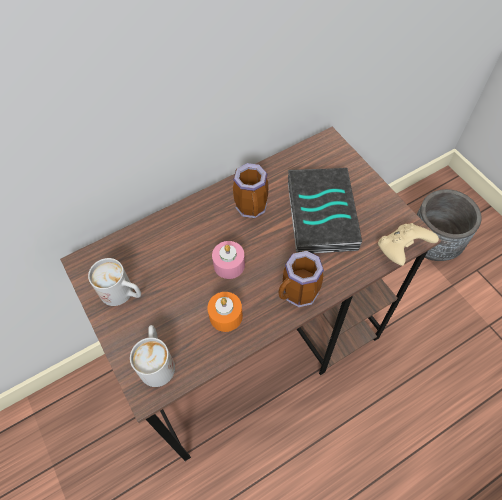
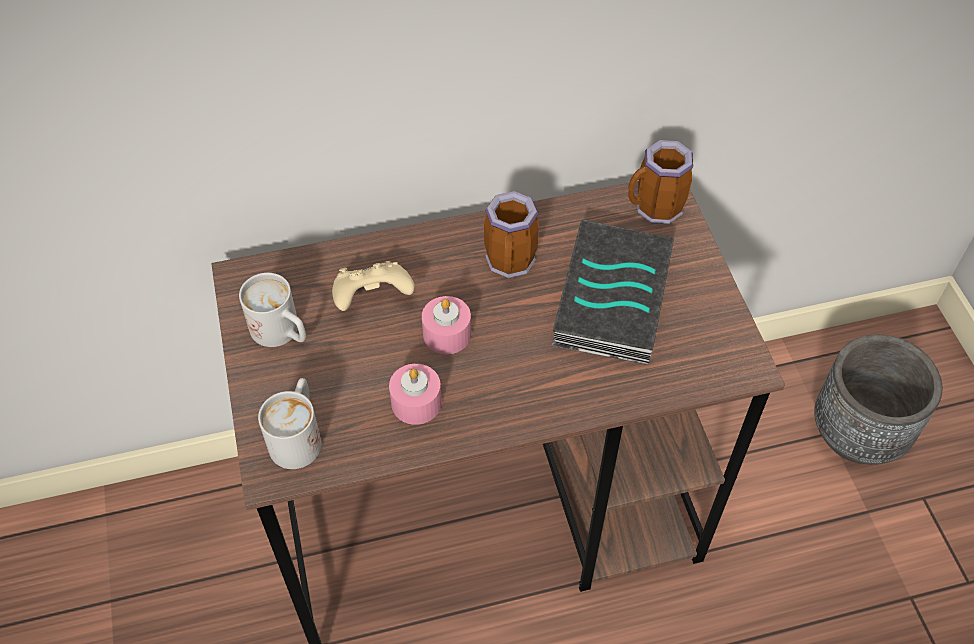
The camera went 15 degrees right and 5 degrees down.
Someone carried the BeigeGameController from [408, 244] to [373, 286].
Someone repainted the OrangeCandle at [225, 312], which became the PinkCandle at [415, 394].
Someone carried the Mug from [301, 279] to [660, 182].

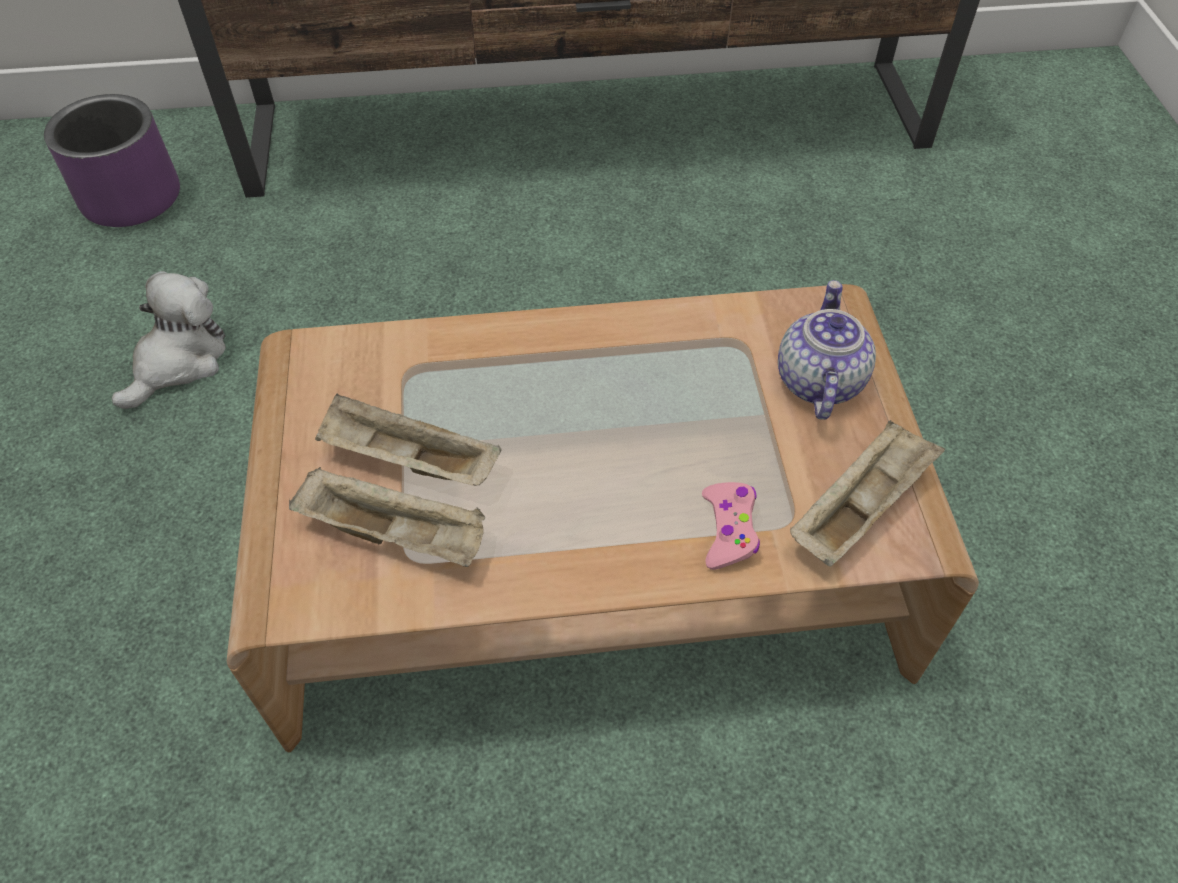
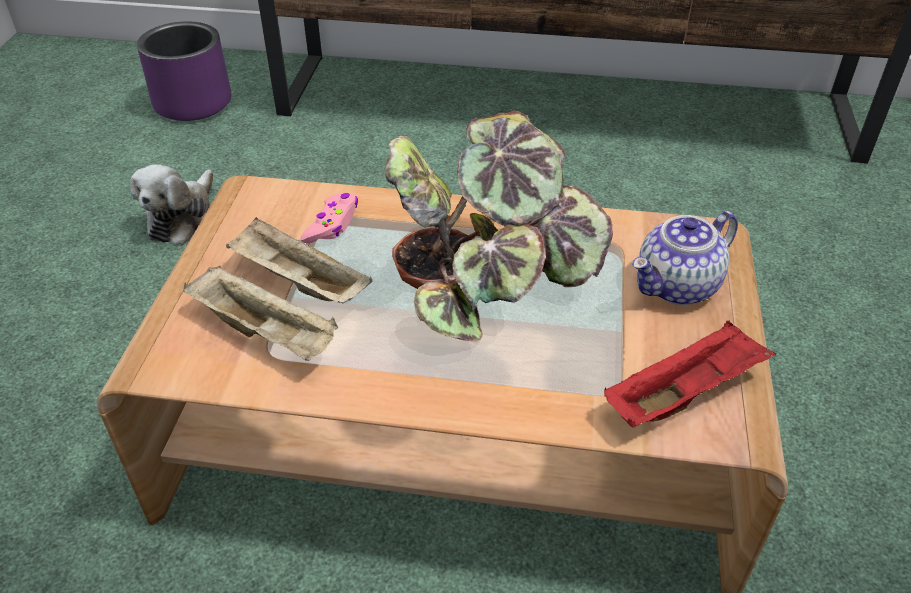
The camera went 15 degrees right and 10 degrees down.
Someone rotated the PlushToy at [169, 340] by 150 degrees clockwise.
Someone carried the PinkGameController from [731, 526] to [329, 218].
Someone put down the PottedPlant at [499, 226].
Someone repainted the BeigeTray at [867, 493], which became the RedTray at [690, 374].
Someone rotated the Teapot at [827, 350] by 150 degrees counterclockwise.

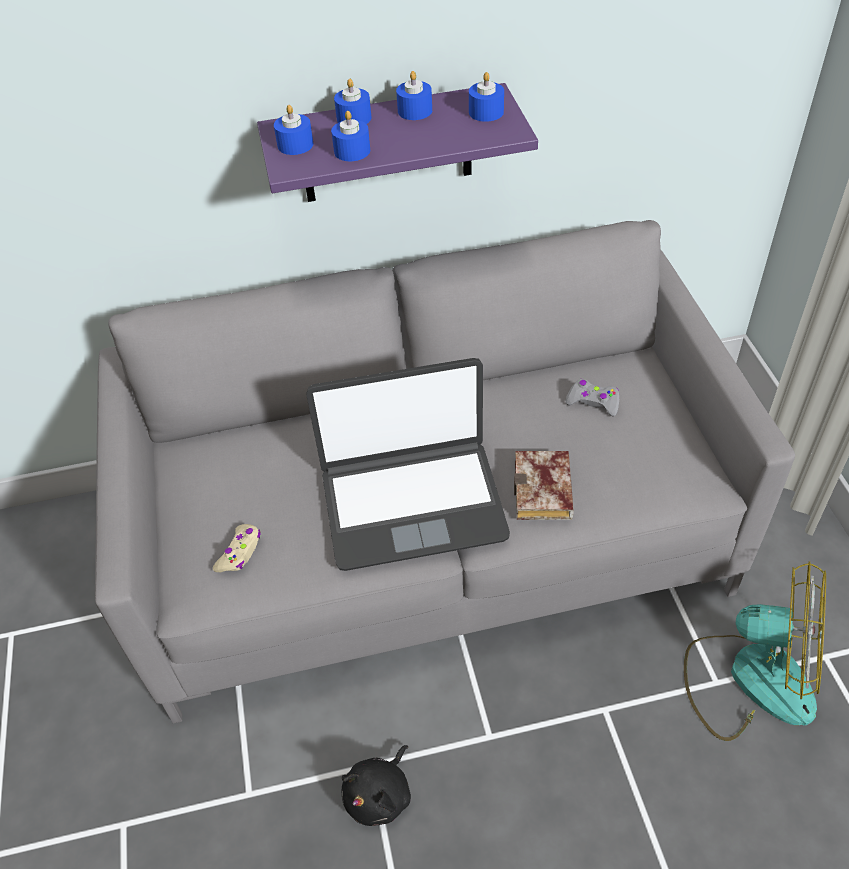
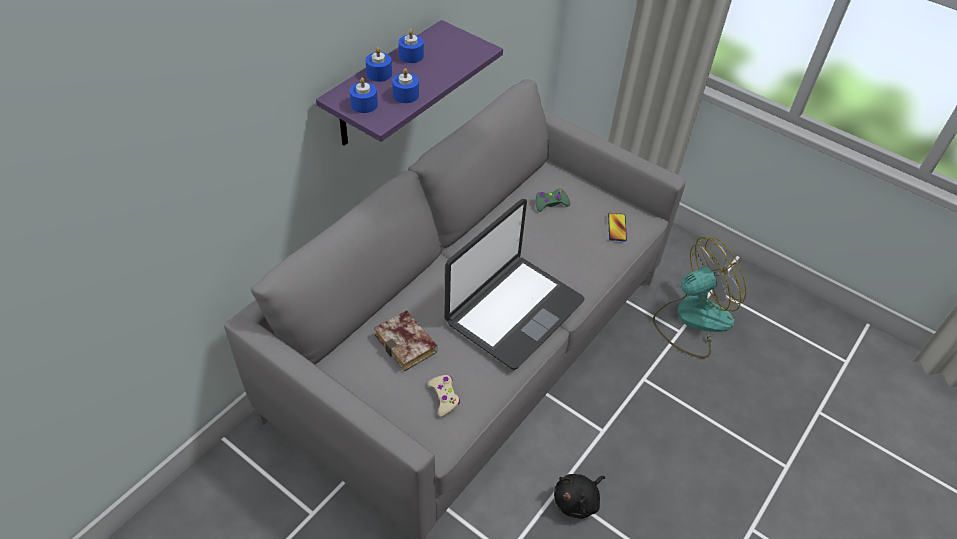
The camera went 45 degrees left and 0 degrees up.
Someone carried the Book from [544, 485] to [405, 340].
Someone repainted the GreyGameController at [592, 397], which became the GreenGameController at [553, 200].
Someone rotated the BlackPlushToy at [376, 785] by 60 degrees clockwise.
Someone put down the Phone at [617, 227].
Someone took away the BlueCandle at [486, 97].

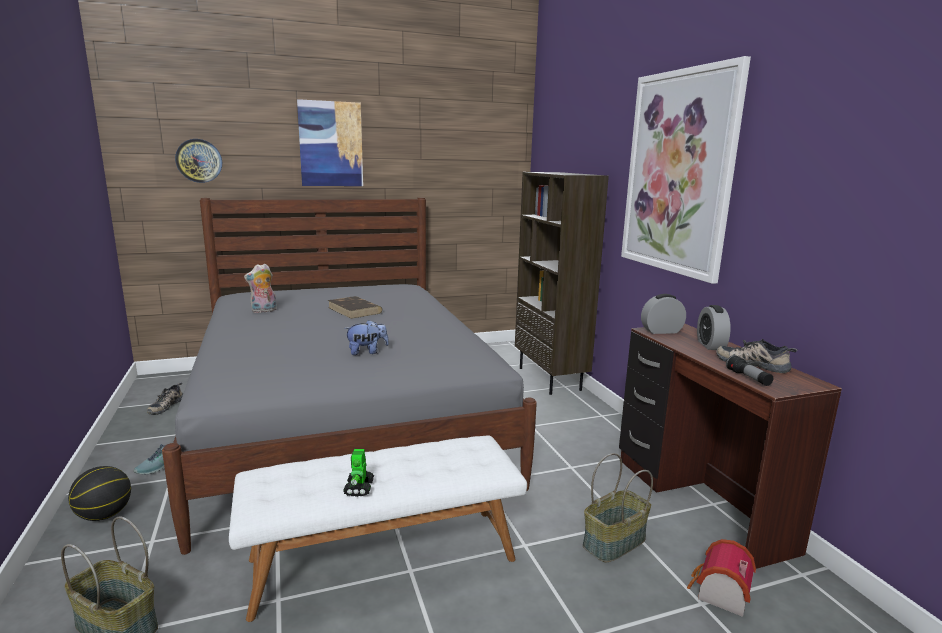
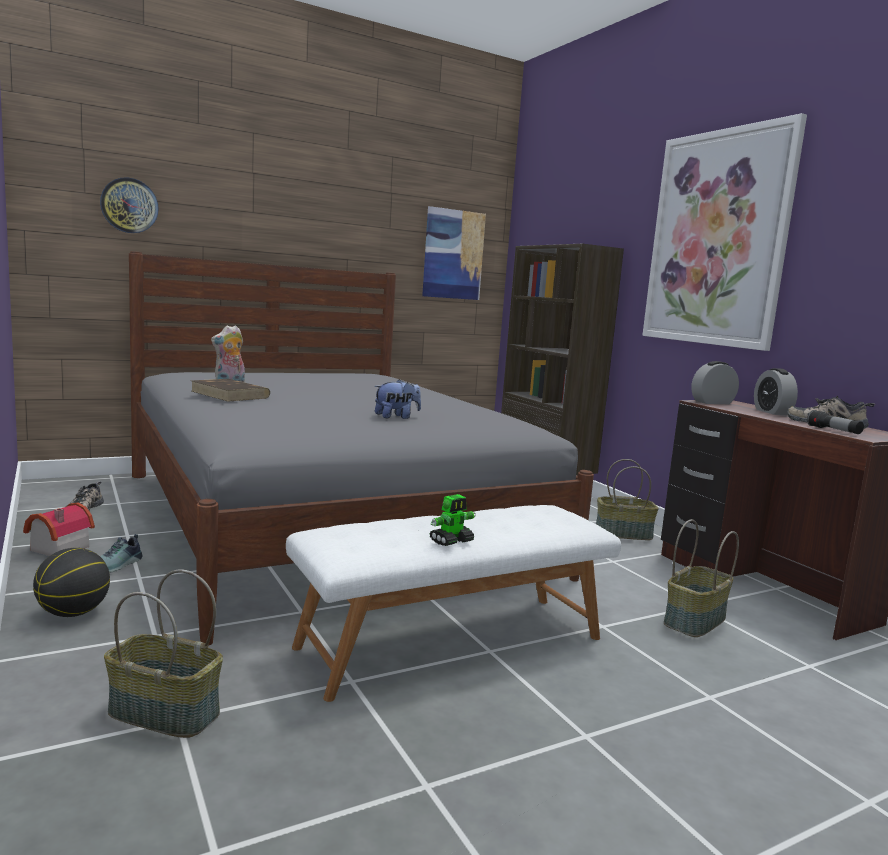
The camera went 10 degrees left and 5 degrees down.
Someone carried the ToyHouse from [721, 578] to [59, 529].
Someone carried the BrownBook from [355, 307] to [231, 390].
Someone carried the Picture from [330, 142] to [454, 253].
Someone rotated the ToyRobot at [358, 473] by 120 degrees counterclockwise.
Someone put down the Basket at [627, 499].

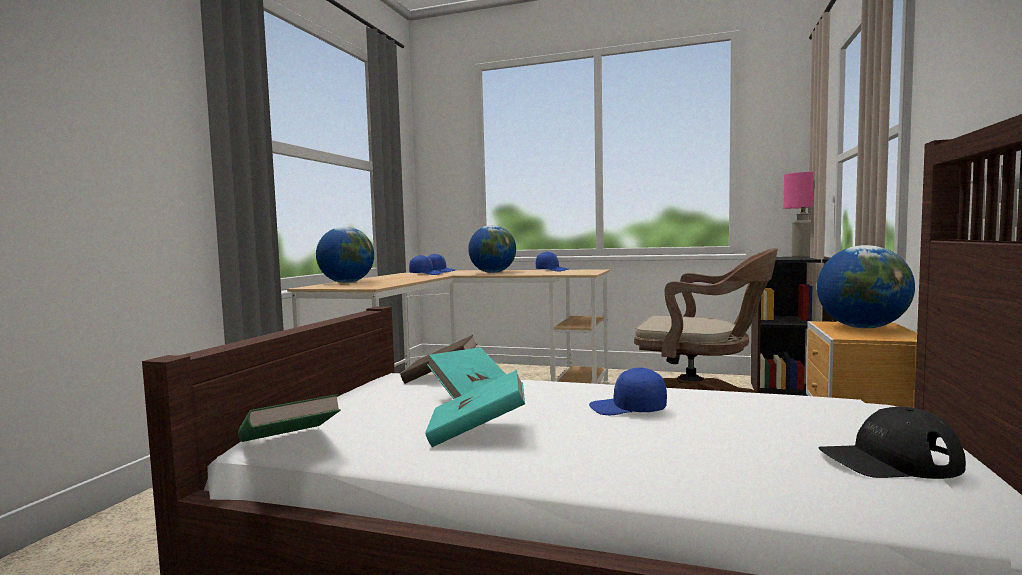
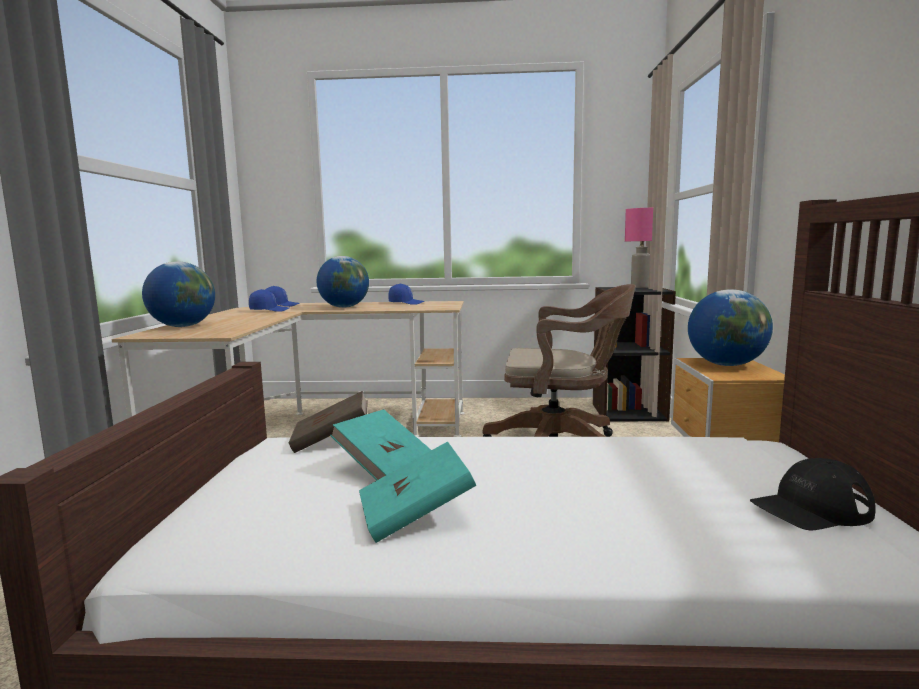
The camera went 15 degrees left and 5 degrees up.
Someone took away the GreenBook at [289, 418].
Someone took away the BlueCap at [628, 391].

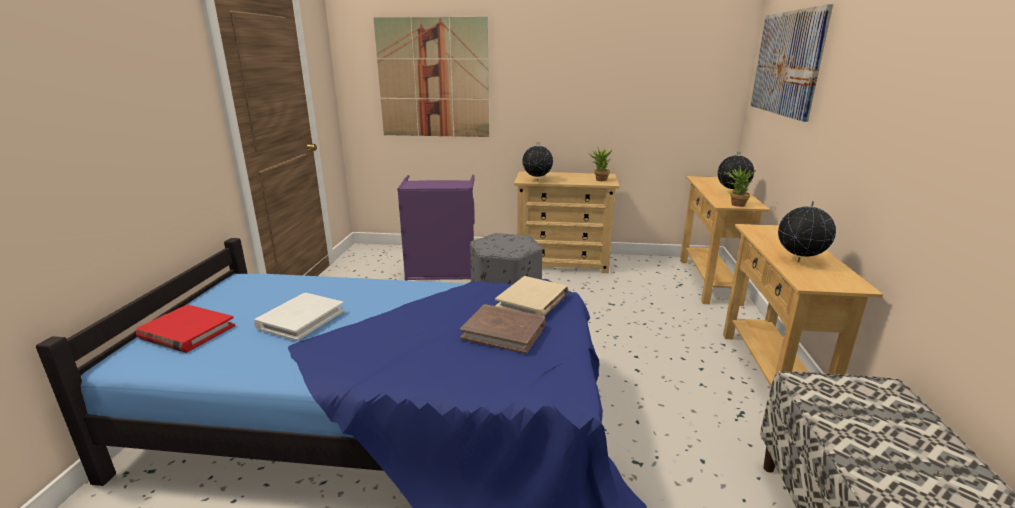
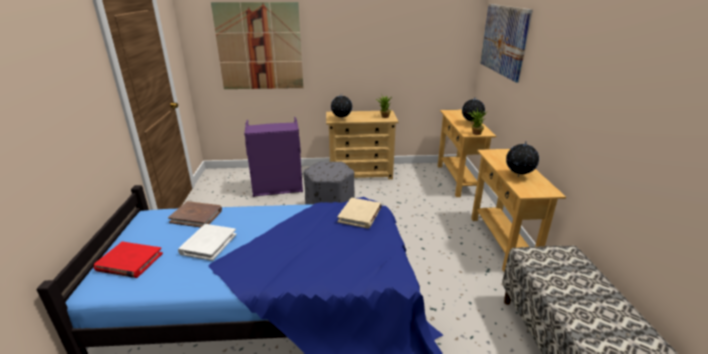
The camera went 10 degrees left and 5 degrees up.
Someone carried the BrownBook from [503, 329] to [195, 214].

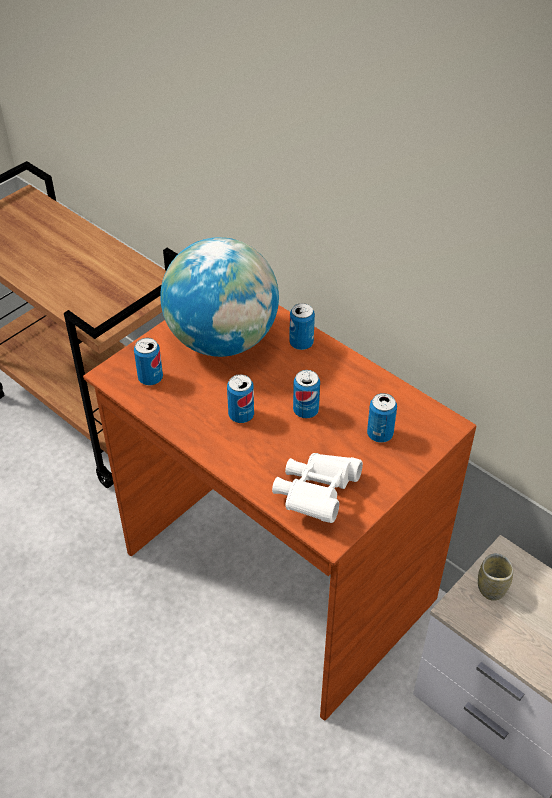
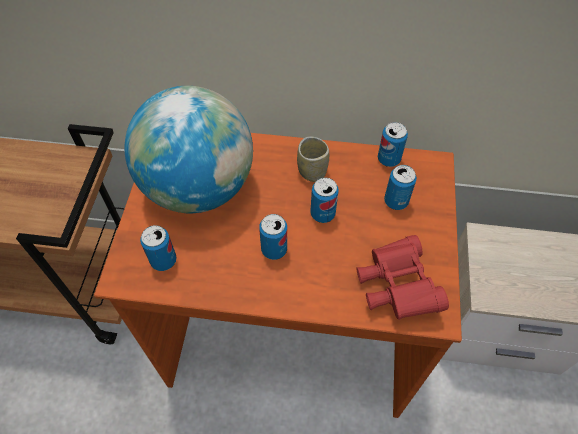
The camera went 35 degrees left and 10 degrees up.
Someone carried the Cup from [495, 577] to [313, 159].
Someone repainted the WhiteBinoculars at [317, 488], which became the RedBinoculars at [402, 277].
Someone carried the Can from [302, 326] to [393, 144].

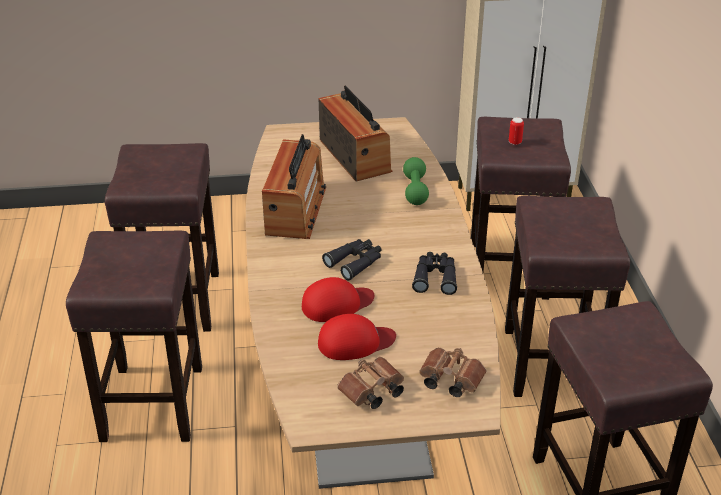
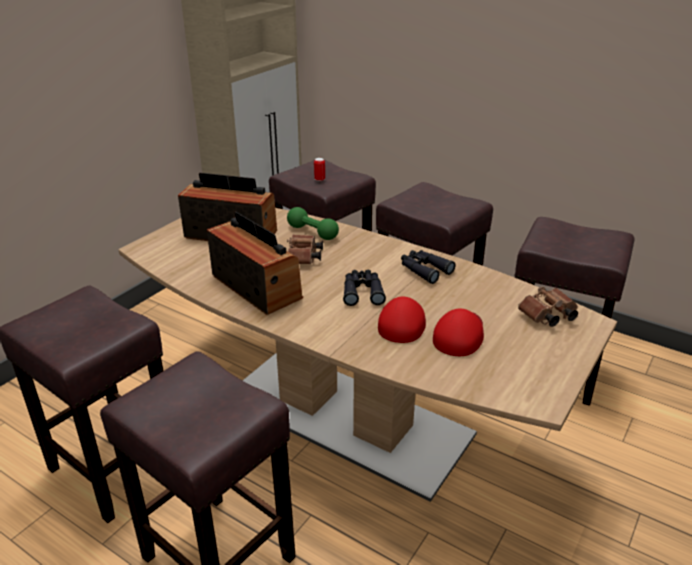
The camera went 50 degrees left and 5 degrees down.
Someone carried the BrownBinoculars from [370, 383] to [305, 249].

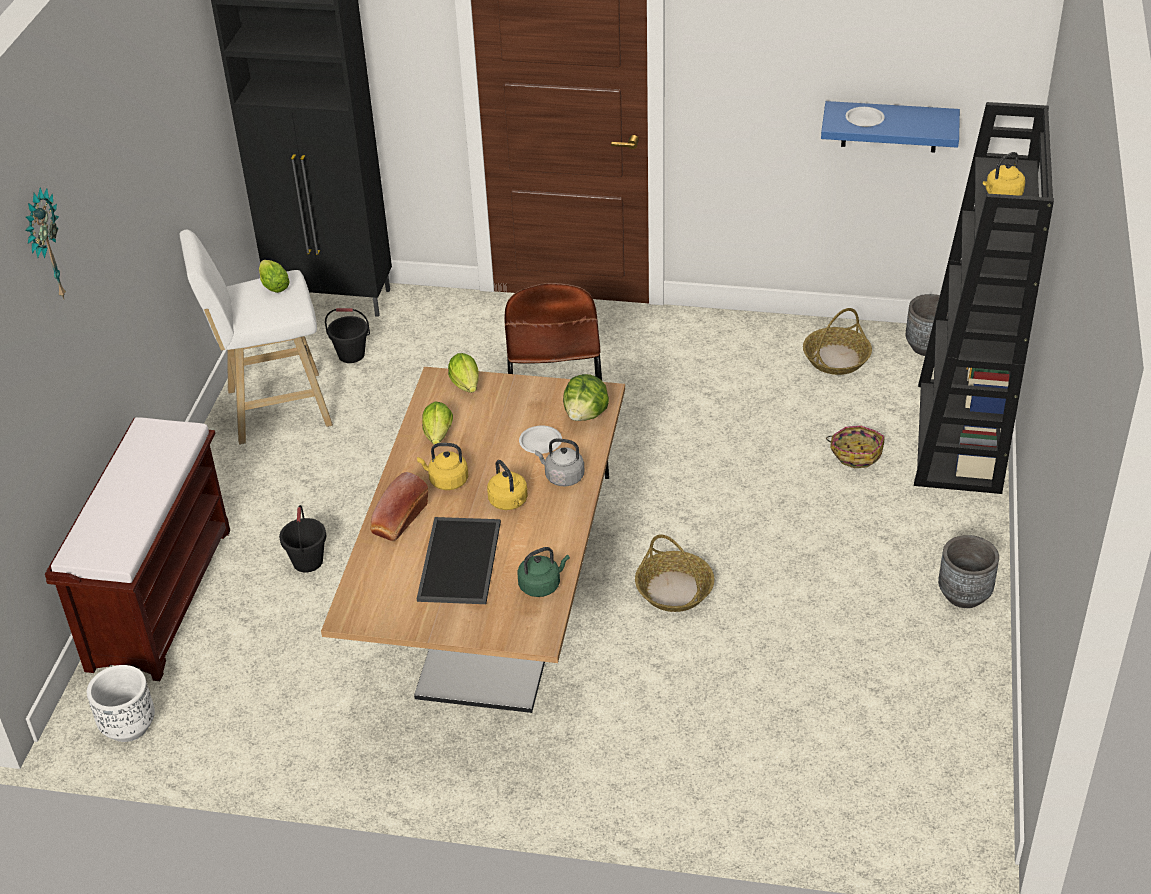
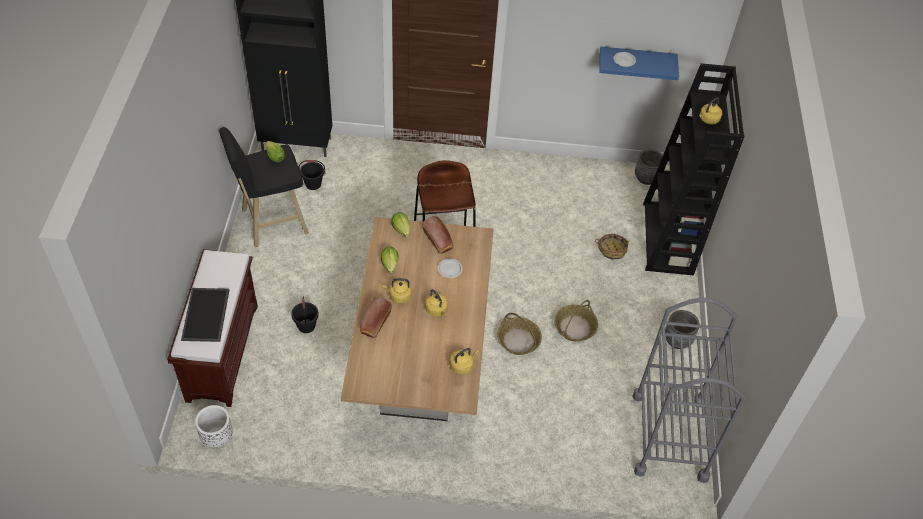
The camera went 10 degrees left and 10 degrees up.
Someone carried the Tray from [459, 560] to [205, 315].
Someone repainted the WhiteStool at [256, 337], which became the BlackStool at [264, 187].
Someone put down the Bread at [438, 235].
Someone repainted the GreenKettle at [543, 572], which became the YellowKettle at [464, 361].
Someone carried the Basket from [837, 341] to [576, 321].
Someone put down the GreyCart at [689, 390].
Someone took away the WallClock at [45, 243].
Someone took away the GreyKettle at [559, 462].
Someone took away the Lettuce at [586, 397].

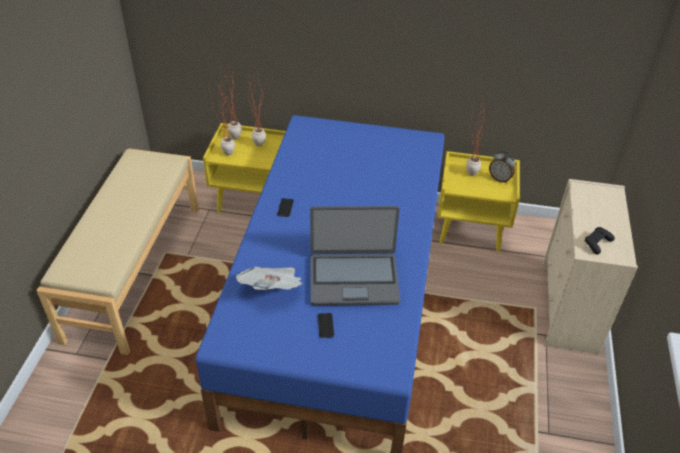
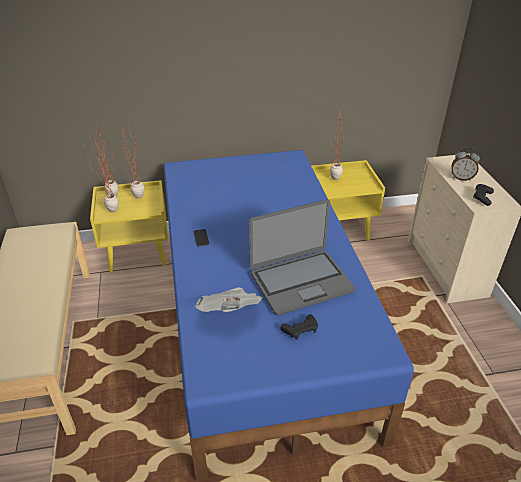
The camera went 20 degrees left and 5 degrees down.
Someone swapped the Phone at [326, 325] for the BlackGameController at [299, 327].
Someone carried the AlarmClock from [502, 167] to [465, 164].

